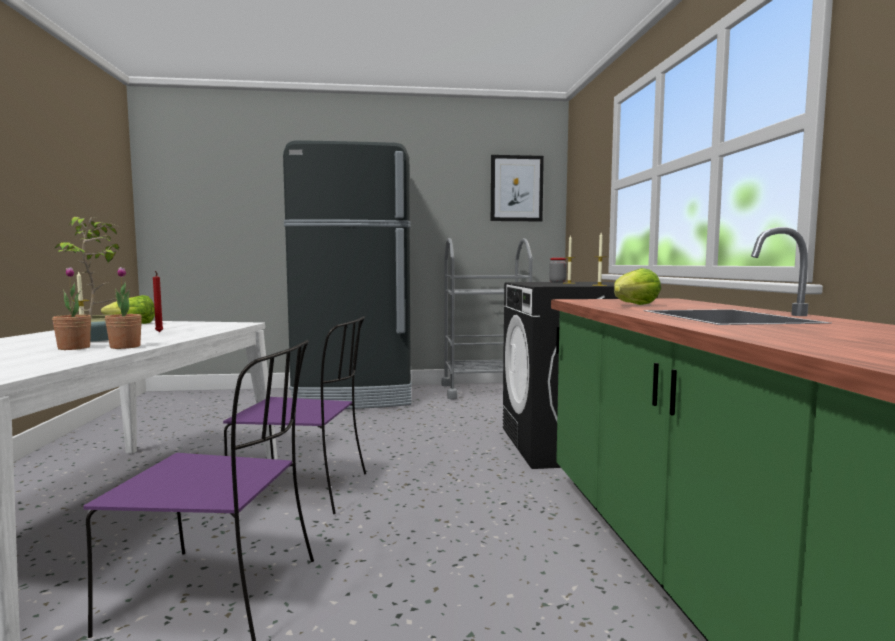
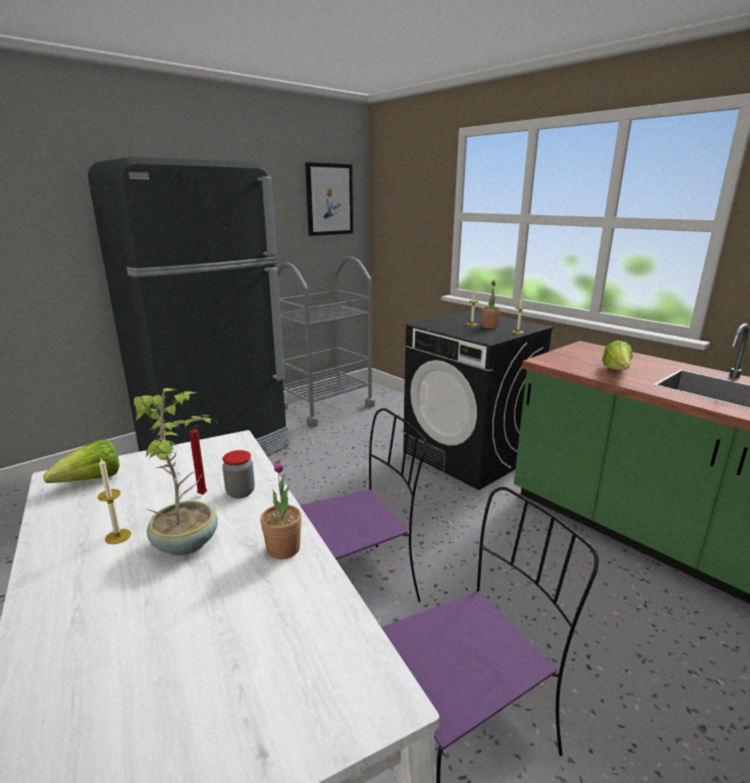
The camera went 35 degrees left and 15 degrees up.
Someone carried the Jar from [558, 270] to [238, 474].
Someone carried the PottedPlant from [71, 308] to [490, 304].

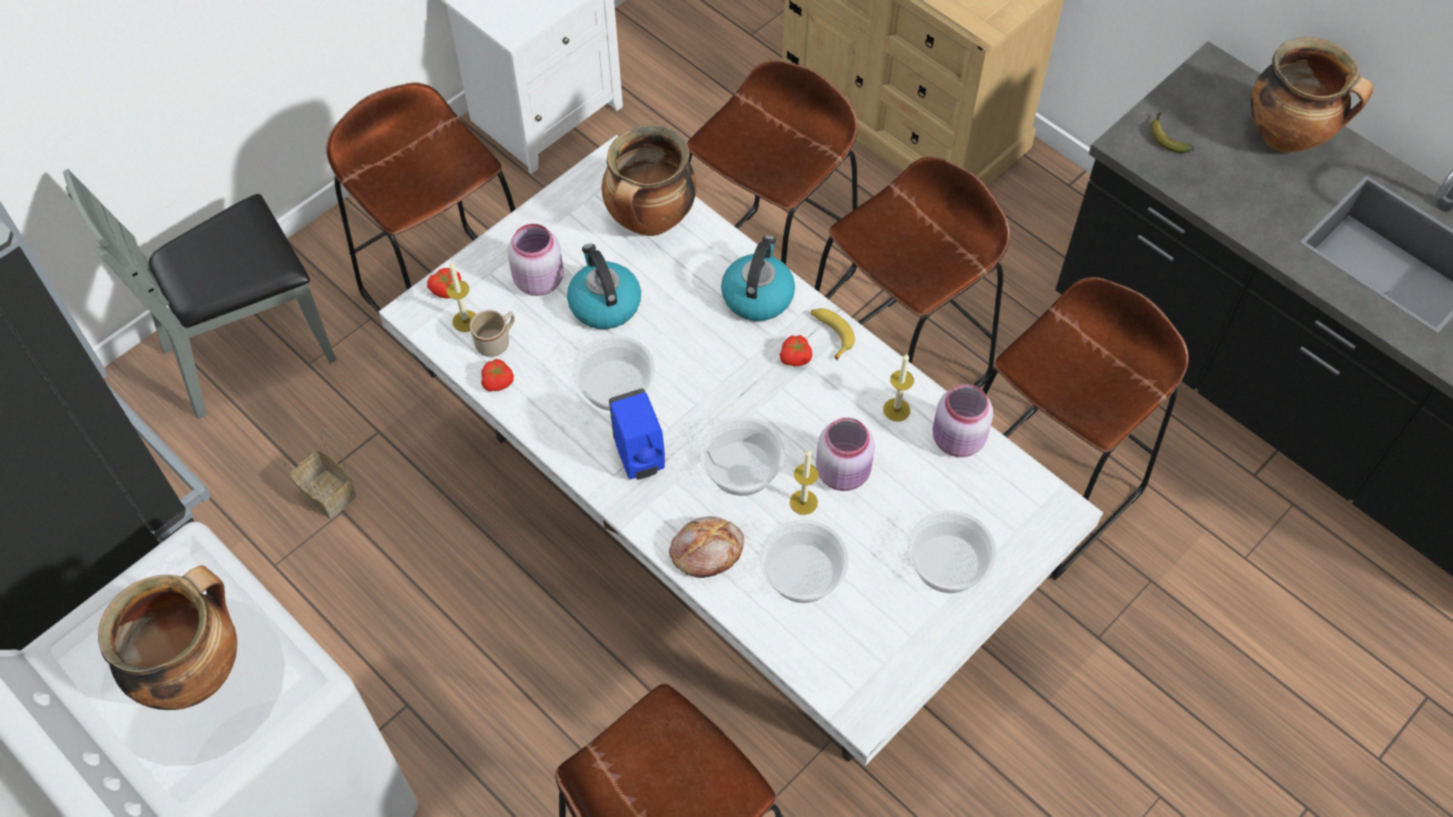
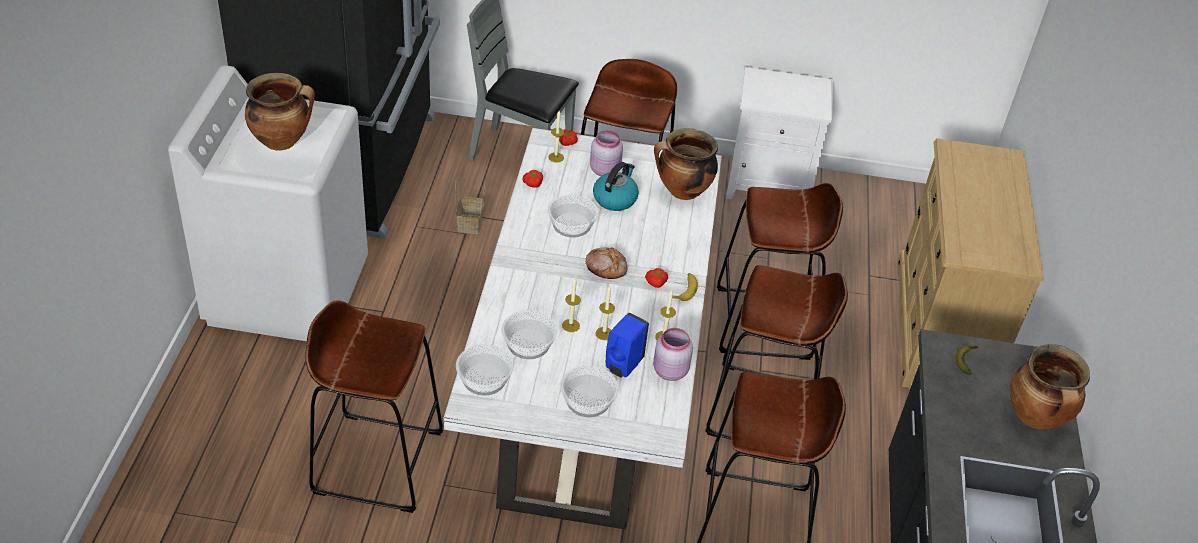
The camera went 50 degrees right and 15 degrees down.
Someone carried the Bowl from [742, 456] to [484, 369].
Someone carried the Bread from [706, 547] to [607, 263].
Someone swapped the PinkJar at [845, 454] for the Candle at [605, 312].
Someone carried the BlueSoapDispenser from [637, 434] to [627, 345].
Someone took away the BeigeMug at [492, 333].
Someone took away the Kettle at [758, 278].

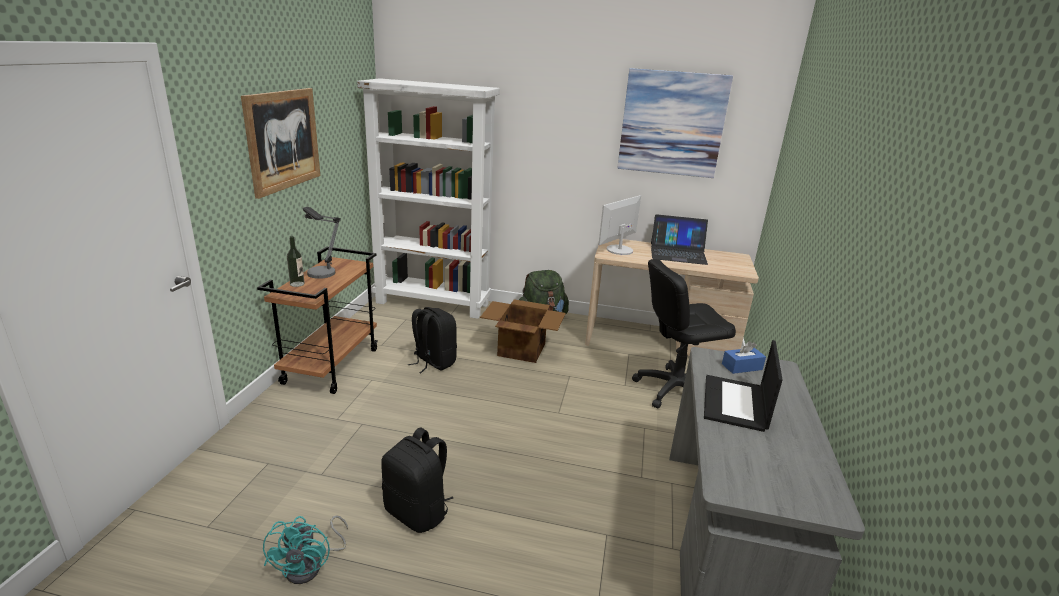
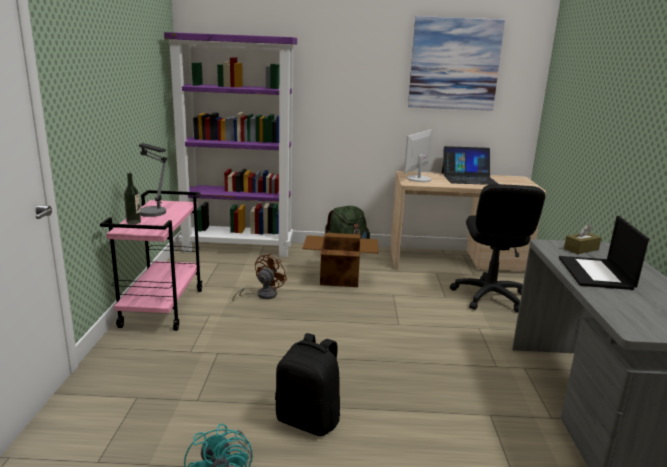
The camera went 10 degrees left and 5 degrees down.
Someone repainted the BrownCart at [317, 320], which became the PinkCart at [151, 260].
Someone repainted the WhiteBookcase at [428, 198], which became the PurpleBookcase at [230, 144].
Someone swapped the BlackBackpack at [432, 340] for the BrownFan at [259, 277].
Someone rotated the BlackOfficeChair at [684, 333] by 60 degrees counterclockwise.
Someone repainted the BlueTissueBox at [744, 357], which became the BrownTissueBox at [583, 239].
Someone took away the Picture at [280, 143].

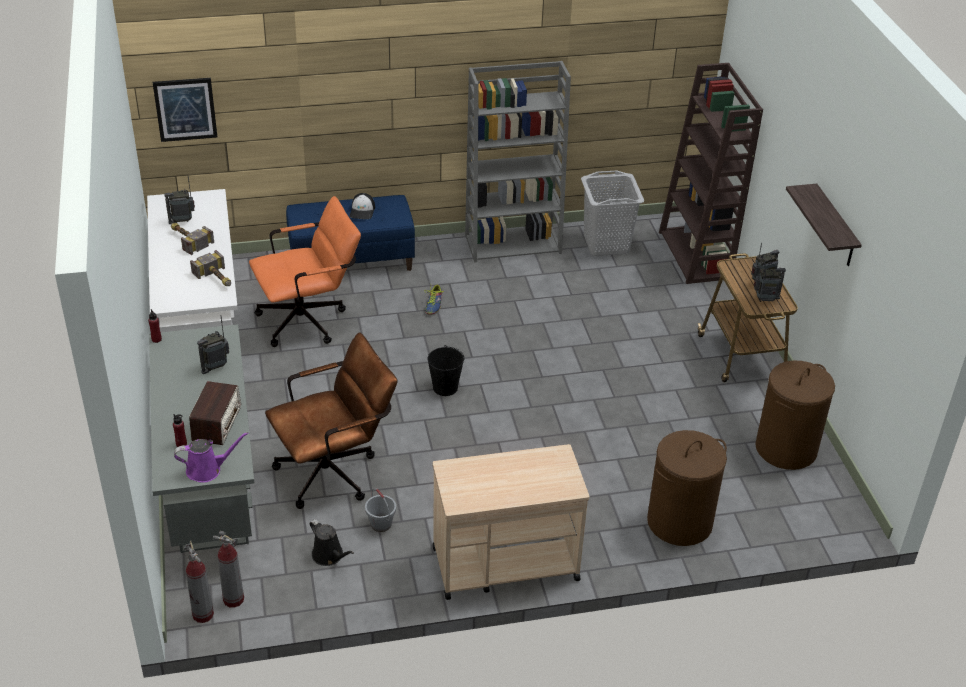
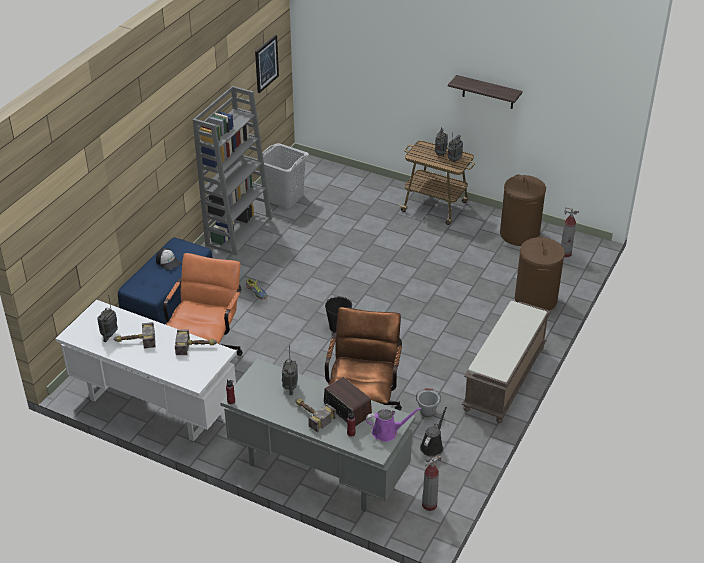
The camera went 50 degrees left and 0 degrees up.
Someone carried the Picture from [185, 110] to [267, 64].
Someone put down the Hammer at [315, 415].
Someone rotated the PurpleWateringCan at [211, 457] by 60 degrees clockwise.
Someone rotated the BlackWateringCan at [332, 542] by 60 degrees counterclockwise.
Someone swapped the BeigeCart at [511, 522] for the BrownBench at [506, 361].
Someone carried the FireExtinguisher from [199, 582] to [570, 232].
Someone took away the BrownBookcase at [711, 173].

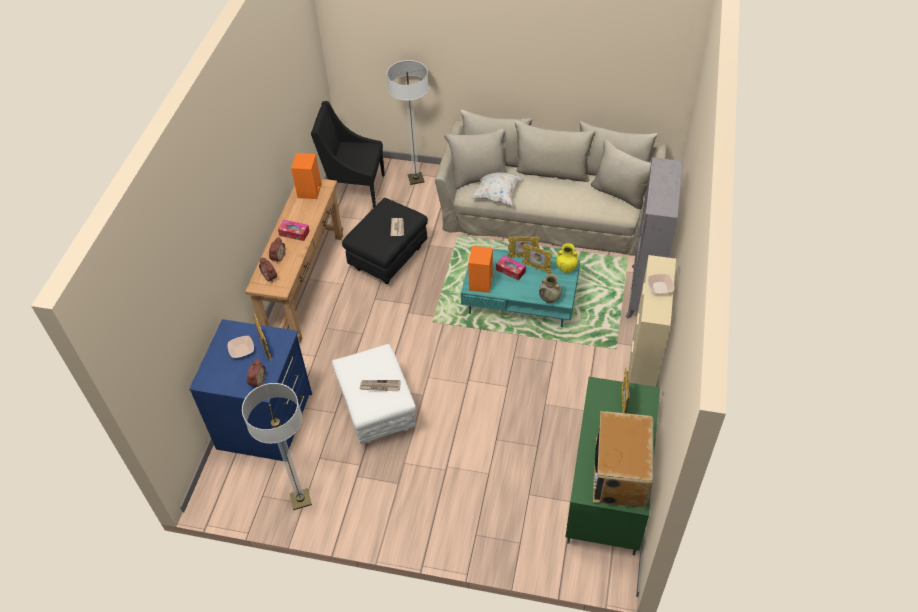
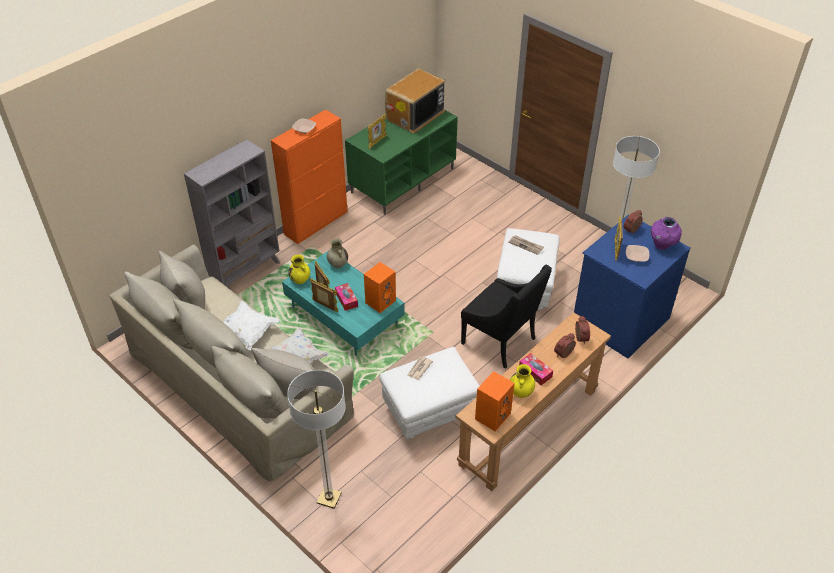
The camera went 150 degrees left and 5 degrees down.
Someone put down the WhitePillow at [251, 325].
Someone repainted the BeigeCabinet at [652, 321], which became the OrangeCabinet at [309, 177].
Someone repainted the BlackOttoman at [385, 241], which became the WhiteOttoman at [429, 393].
Someone carried the BlackArmchair from [348, 154] to [506, 316].
Someone put down the YellowVase at [522, 381].
Someone put down the PurpleVase at [666, 233].

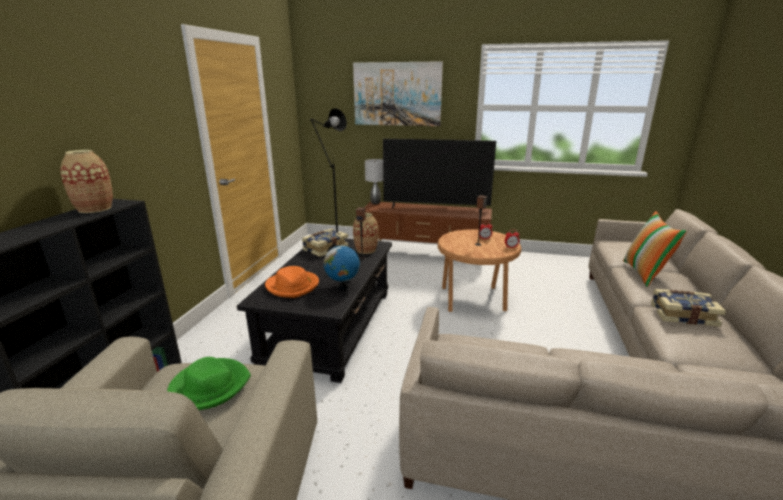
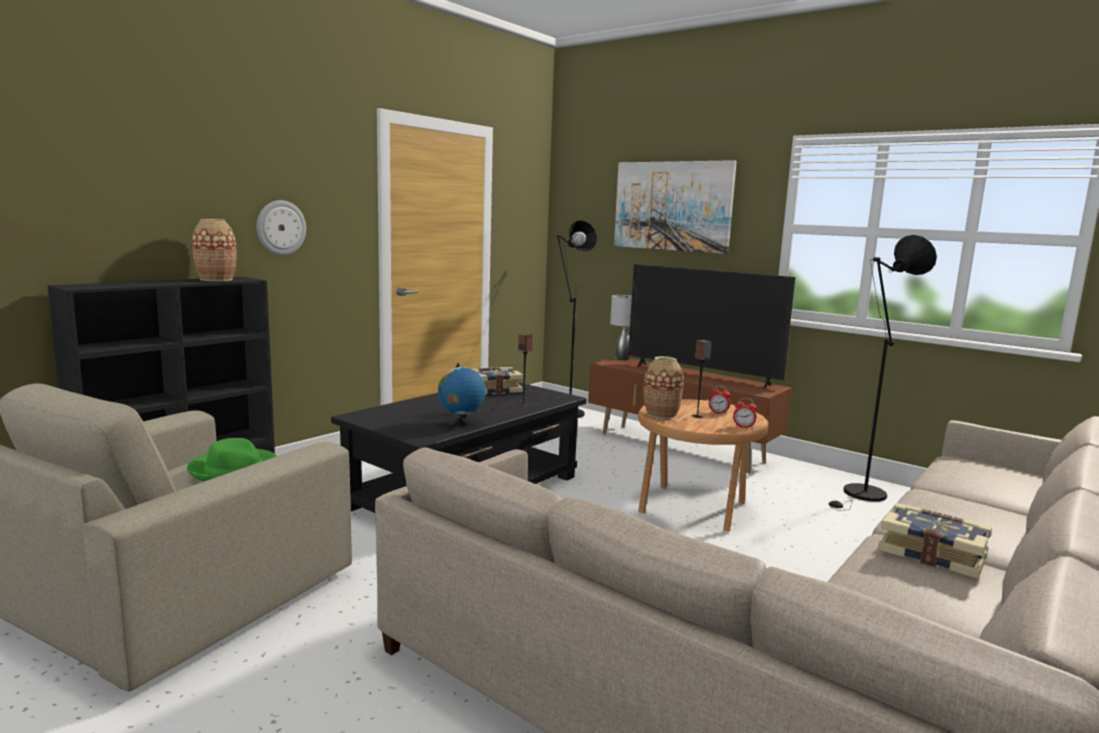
The camera went 25 degrees right and 10 degrees down.
Someone put up the WallClock at [281, 227].
Someone carried the Vase from [365, 233] to [664, 387].
Someone put down the BlackFloorLamp at [883, 373].
Someone took away the OrangeHat at [292, 282].
Someone took away the Pillow at [655, 249].

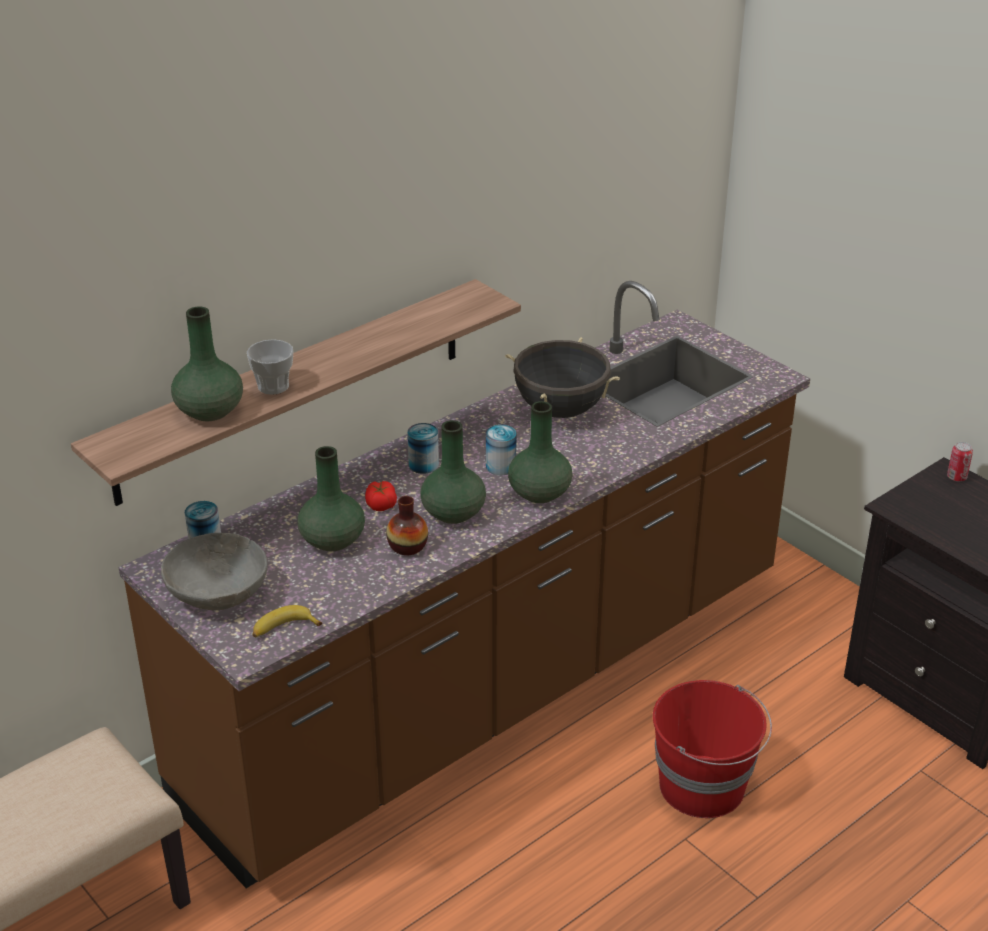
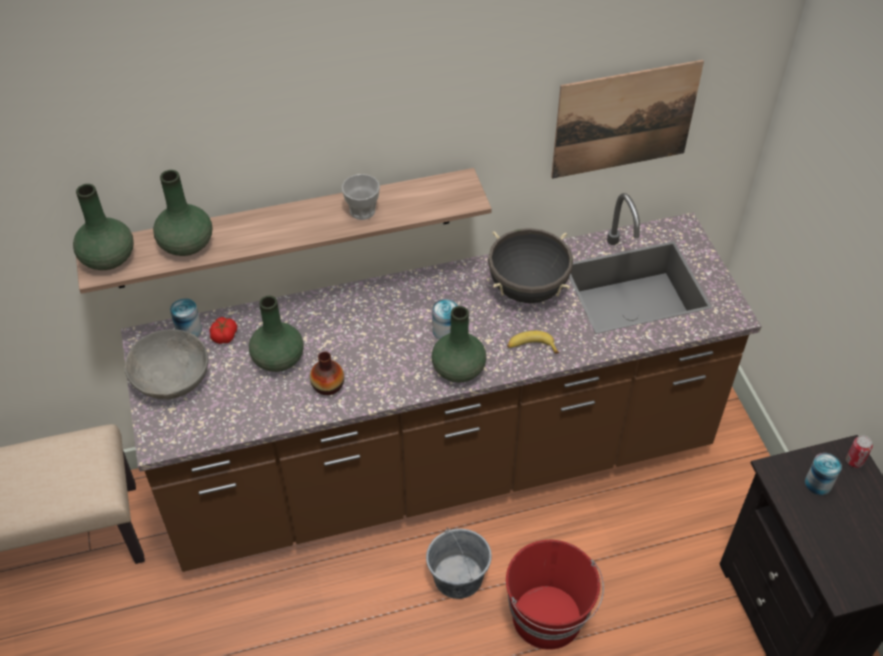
The camera went 25 degrees right and 15 degrees up.
Someone carried the GreenVase from [453, 472] to [103, 227].
Someone carried the Tomato from [381, 496] to [223, 330].
Someone carried the Cup from [270, 367] to [361, 197].
Someone put down the GreyBucket at [459, 563].
Someone carried the Banana from [287, 621] to [533, 342].
Someone put up the Picture at [627, 119].
Someone carried the Can from [423, 448] to [823, 474].

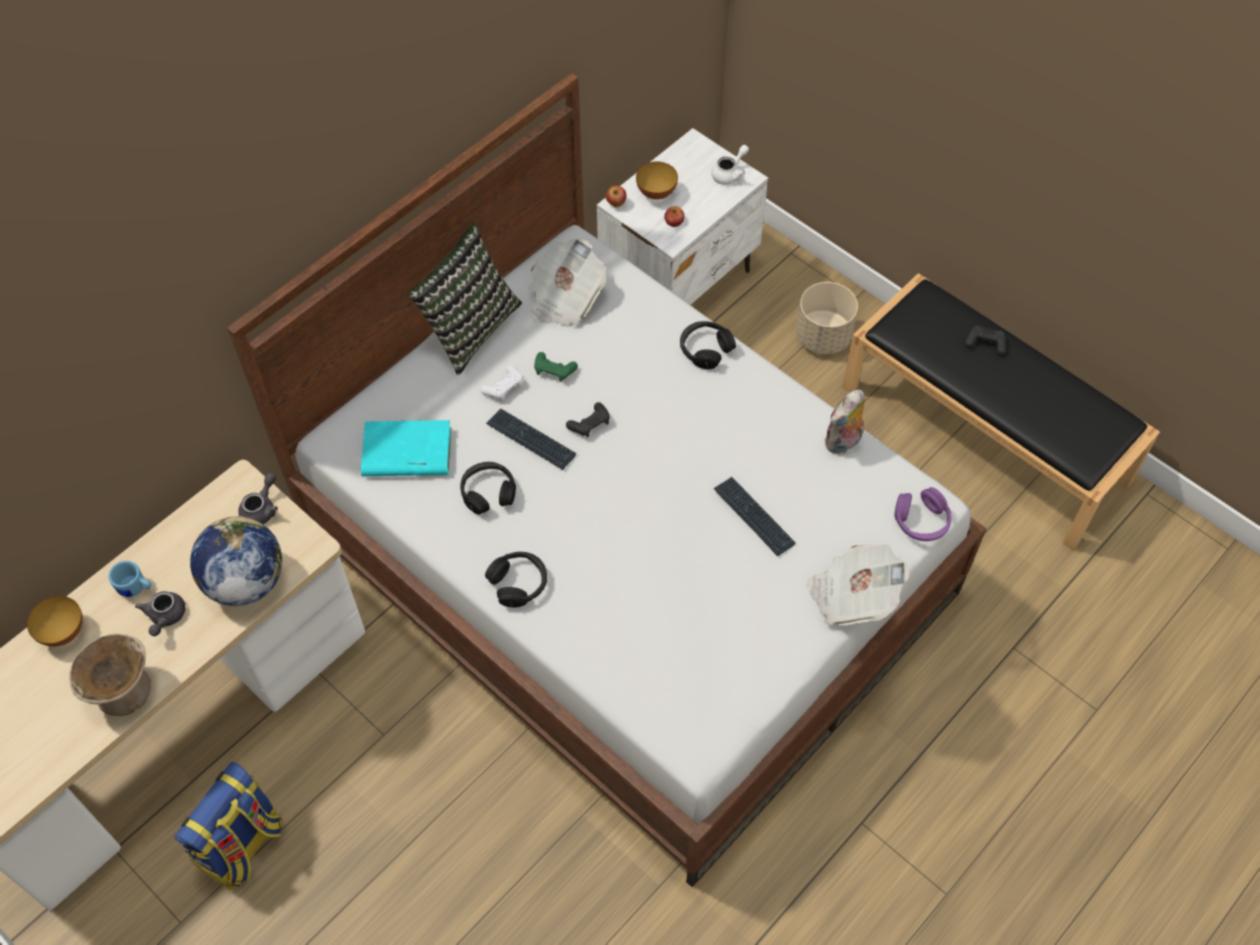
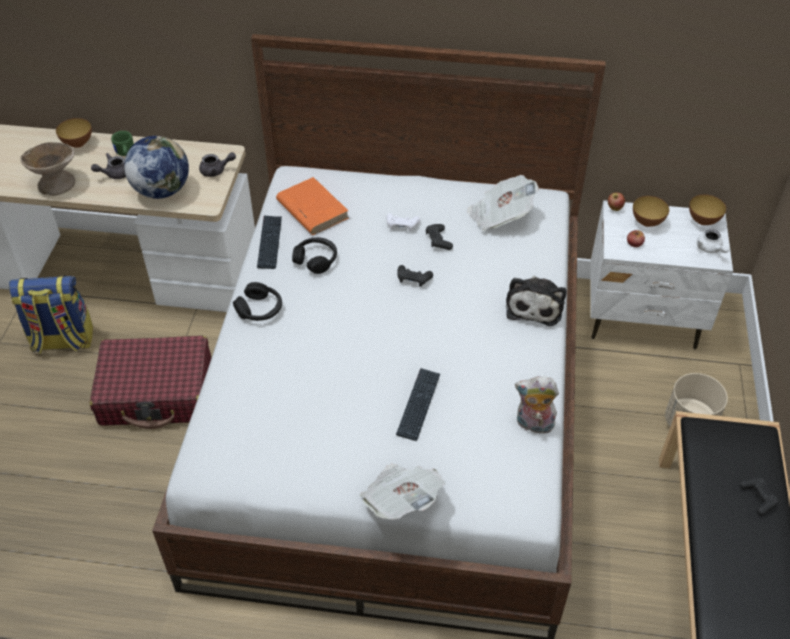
The camera went 55 degrees right and 10 degrees down.
Someone put down the RedSuitcase at [150, 382].
Someone repainted the BlueMug at [129, 579], which became the GreenMug at [122, 143].
Someone carried the Keyboard from [531, 439] to [269, 242].
Someone repainted the TurquoiseBook at [406, 448], which became the OrangeBook at [312, 206].
Someone repainted the GreenGameController at [556, 367], which became the BlackGameController at [439, 237].
Someone swapped the BlackHeadphones at [708, 345] for the PlushToy at [536, 301].
Someone put down the Bowl at [707, 209].
Someone rotated the WhiteTeapot at [730, 165] by 60 degrees clockwise.
Someone took away the Pillow at [464, 299].
Someone took away the PurpleHeadphones at [923, 514].

